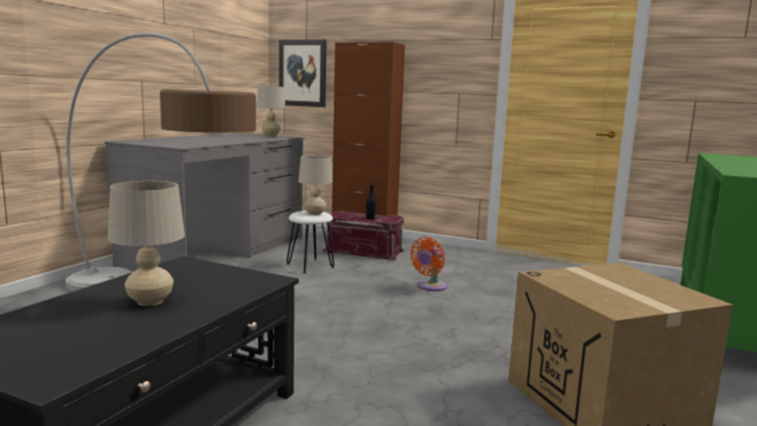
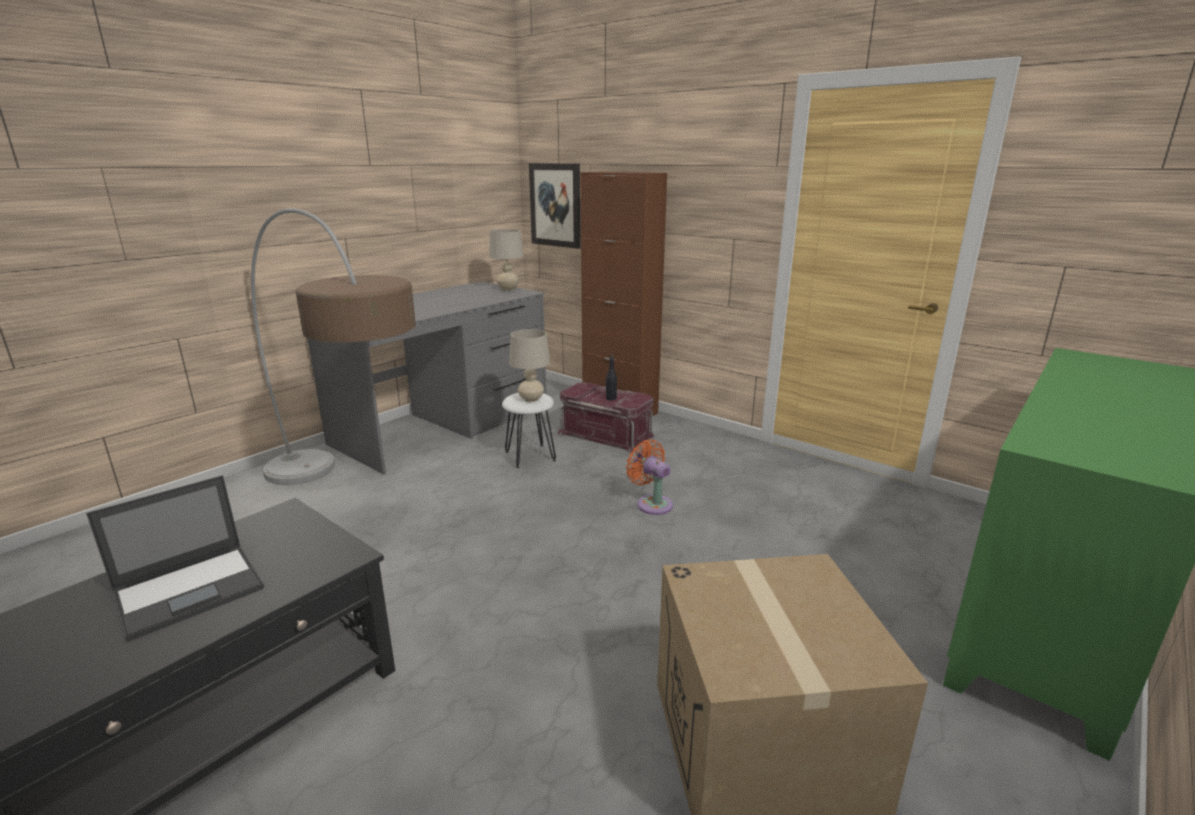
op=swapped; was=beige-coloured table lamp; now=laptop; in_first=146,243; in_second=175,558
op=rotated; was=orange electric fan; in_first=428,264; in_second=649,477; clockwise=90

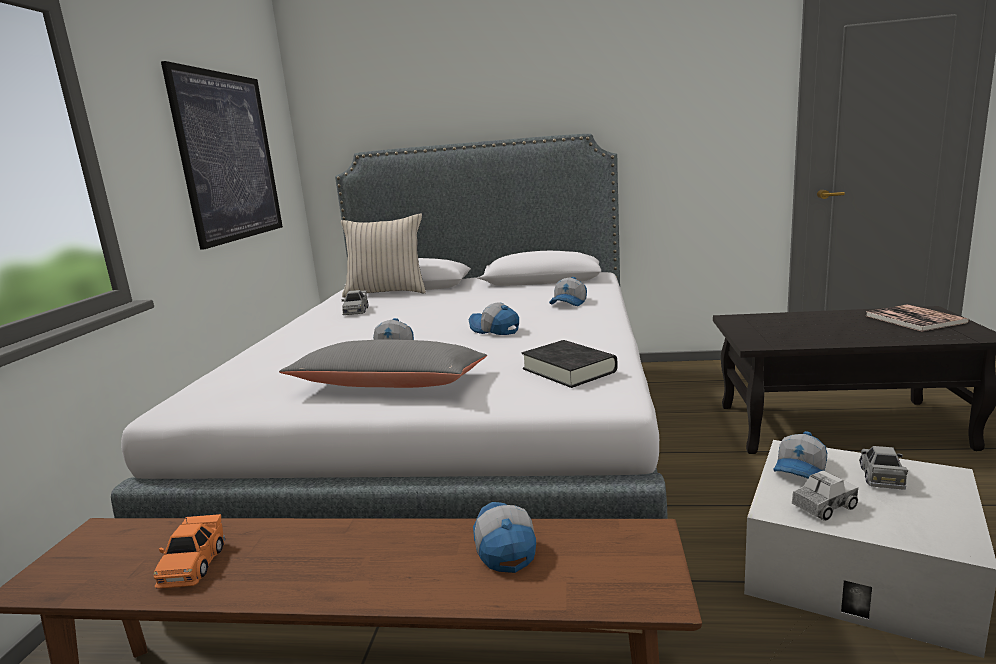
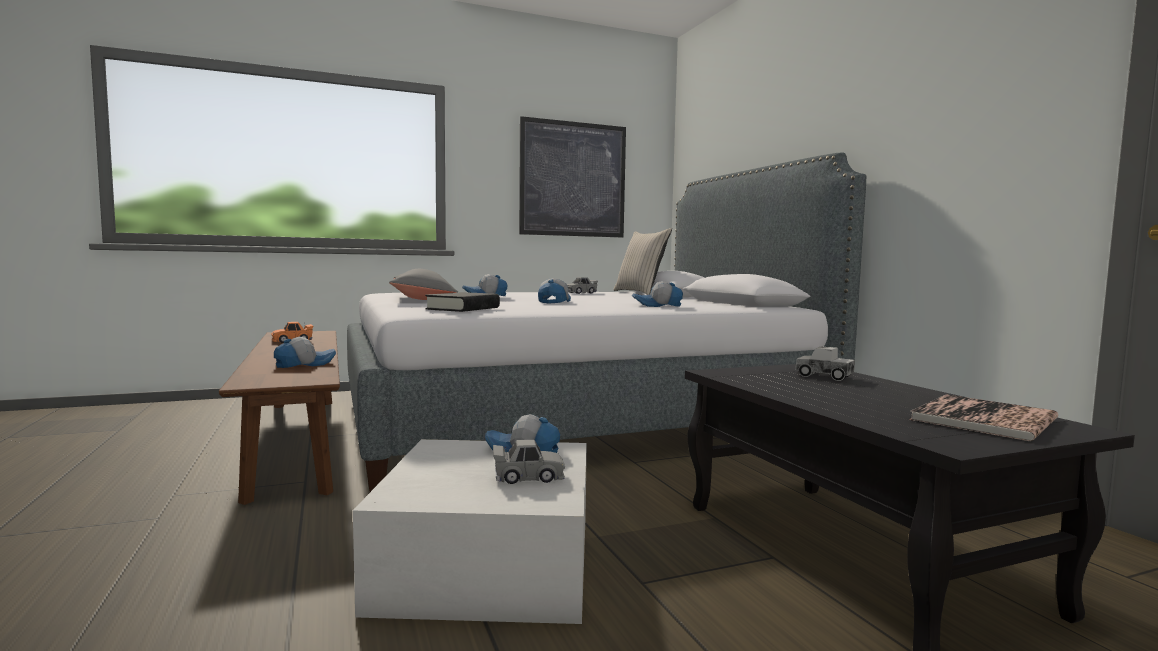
op=shifted; was=model truck; in_first=825,495; in_second=825,363

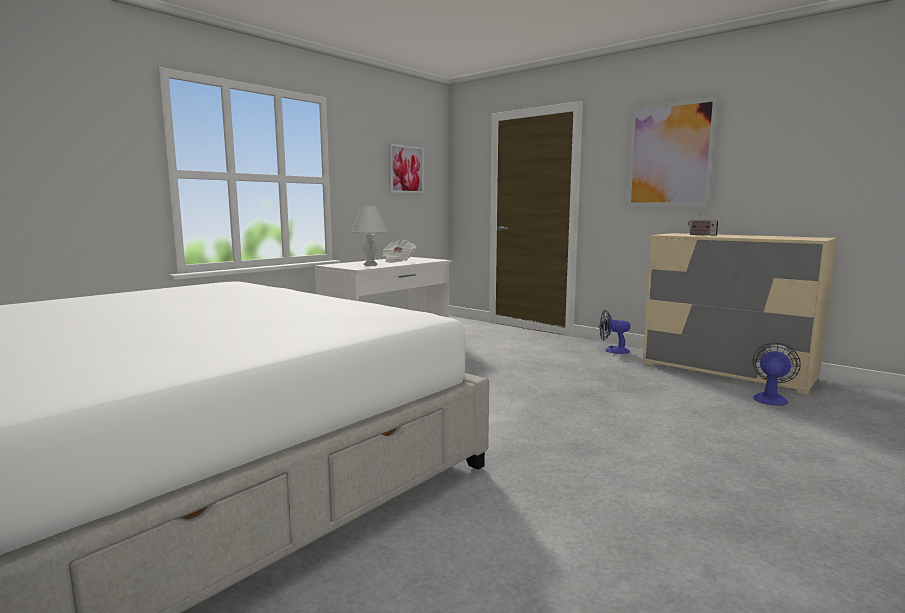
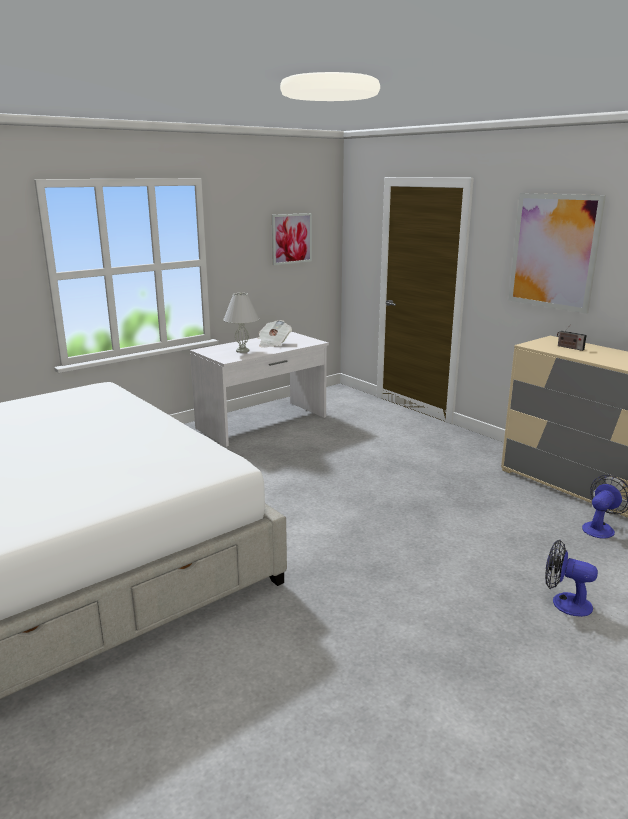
op=shifted; was=electric fan; in_first=614,332; in_second=571,578

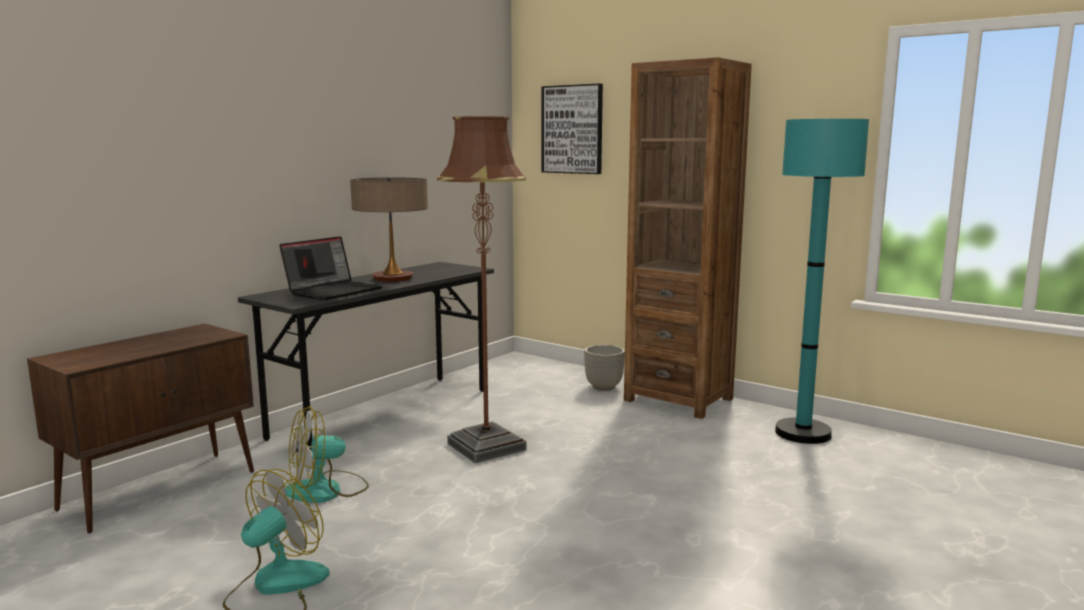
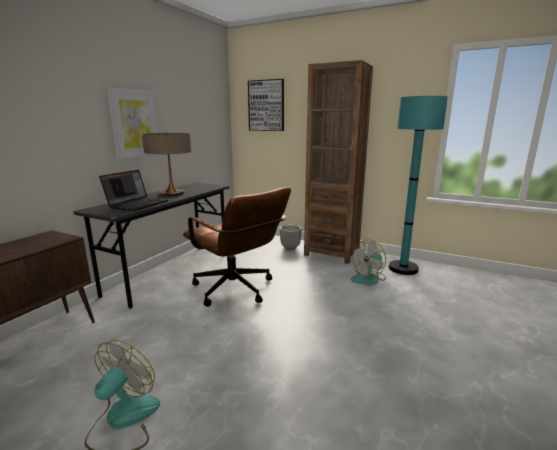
op=new; now=wall art; in_second=133,123
op=shifted; was=electric fan; in_first=327,454; in_second=368,262
op=swapped; was=brownish standard lamp; now=brownish computer chair; in_first=482,289; in_second=237,247

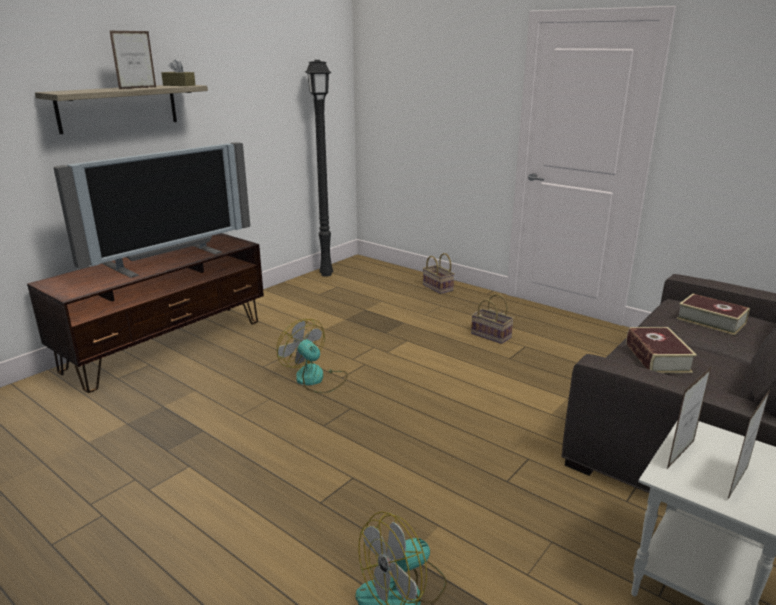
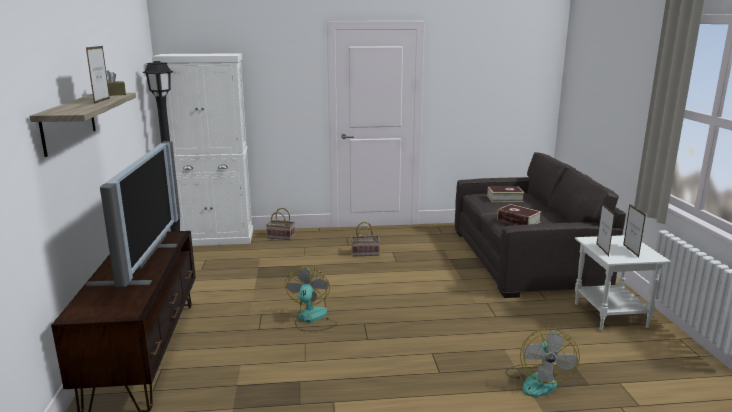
op=new; now=white cabinet; in_second=202,149
op=rotated; was=electric fan; in_first=312,356; in_second=311,299; clockwise=90

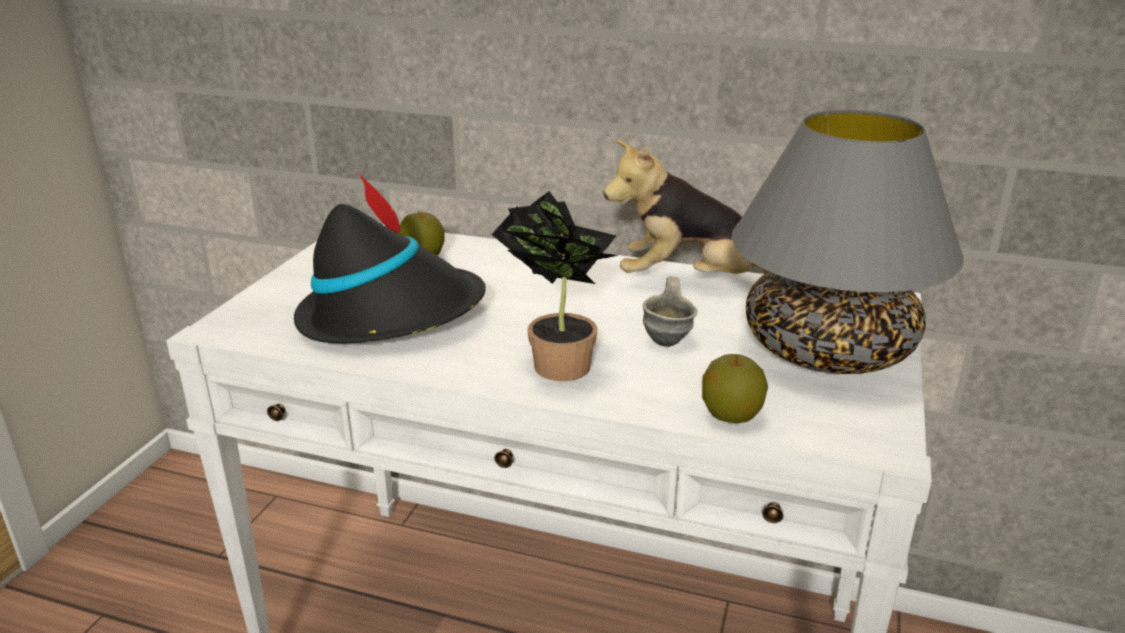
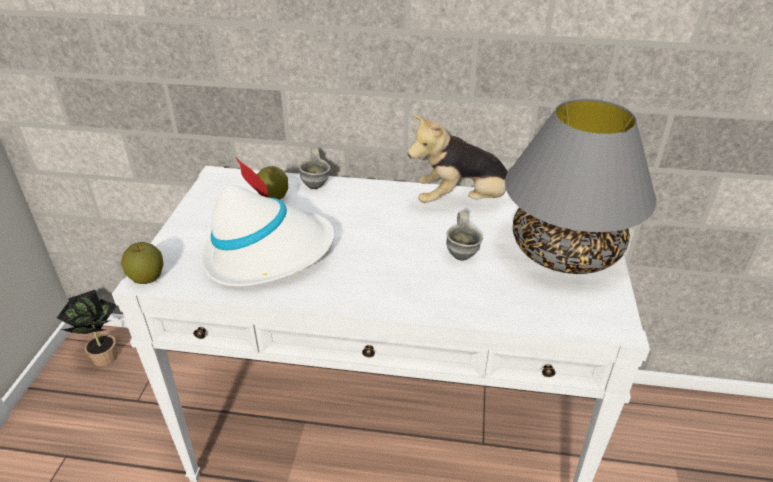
op=new; now=greyish tea mug; in_second=314,168
op=shifted; was=houseplant; in_first=554,286; in_second=87,328
op=shifted; was=apple fruit; in_first=735,388; in_second=142,263
op=repainted; was=black-coloured clothing hat; now=white clothing hat; in_first=390,258; in_second=267,221

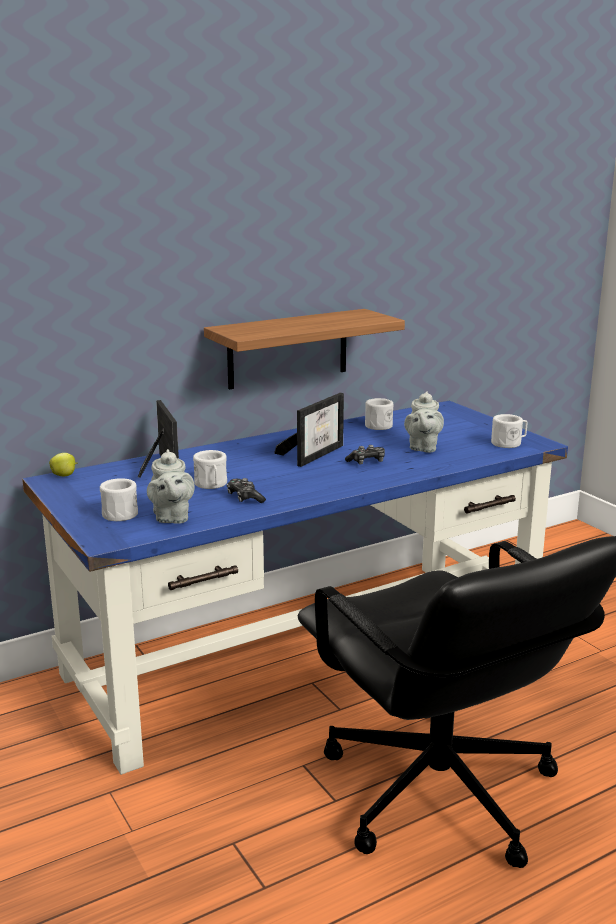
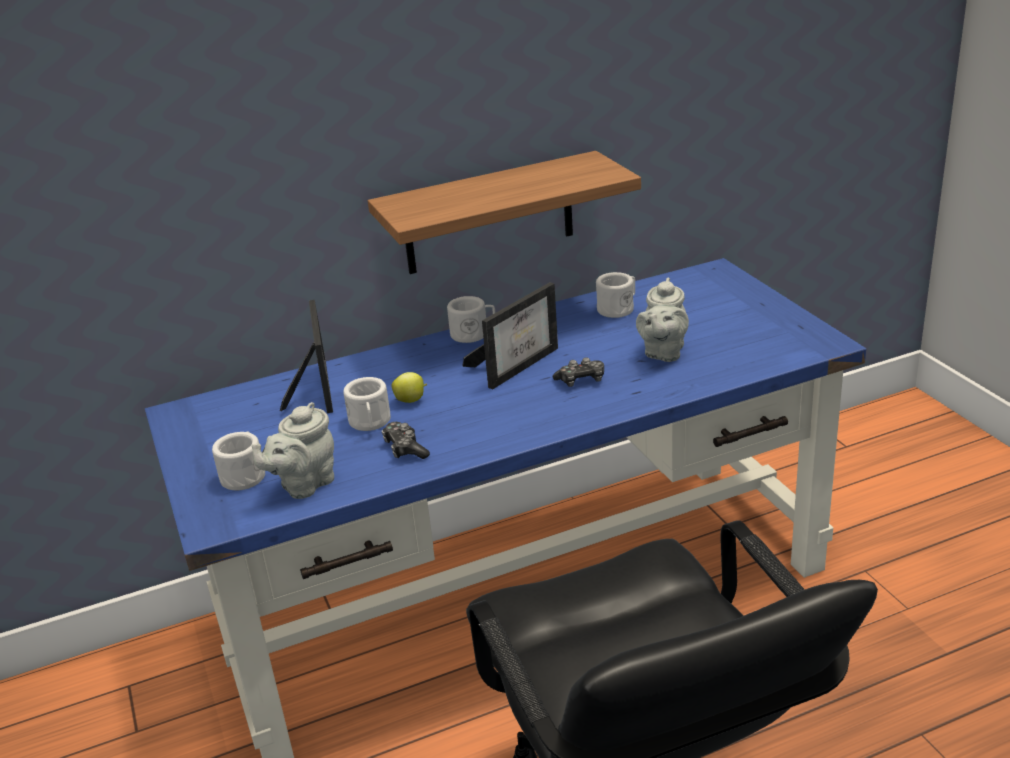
op=shifted; was=apple fruit; in_first=63,465; in_second=409,387
op=shifted; was=white tea mug; in_first=509,431; in_second=471,319
op=rotated; was=greyish teapot; in_first=171,486; in_second=293,450; clockwise=45

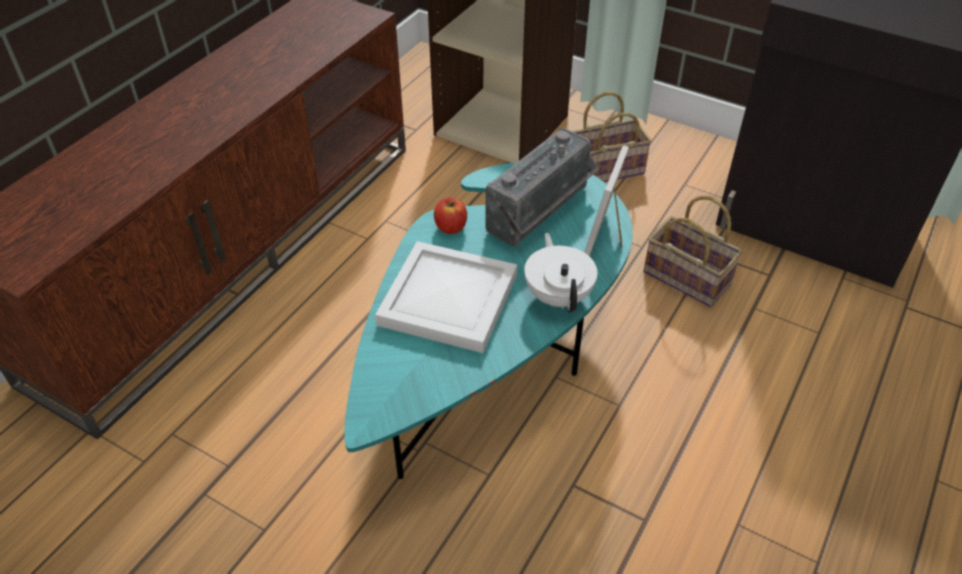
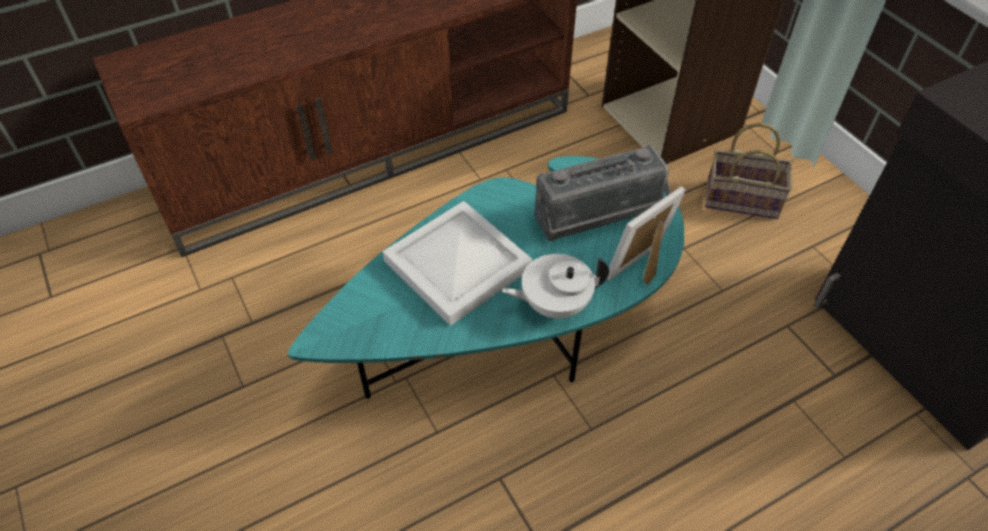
op=gone; was=apple fruit; in_first=450,215
op=gone; was=basket; in_first=693,251
op=rotated; was=white teapot; in_first=560,273; in_second=555,286; clockwise=-120

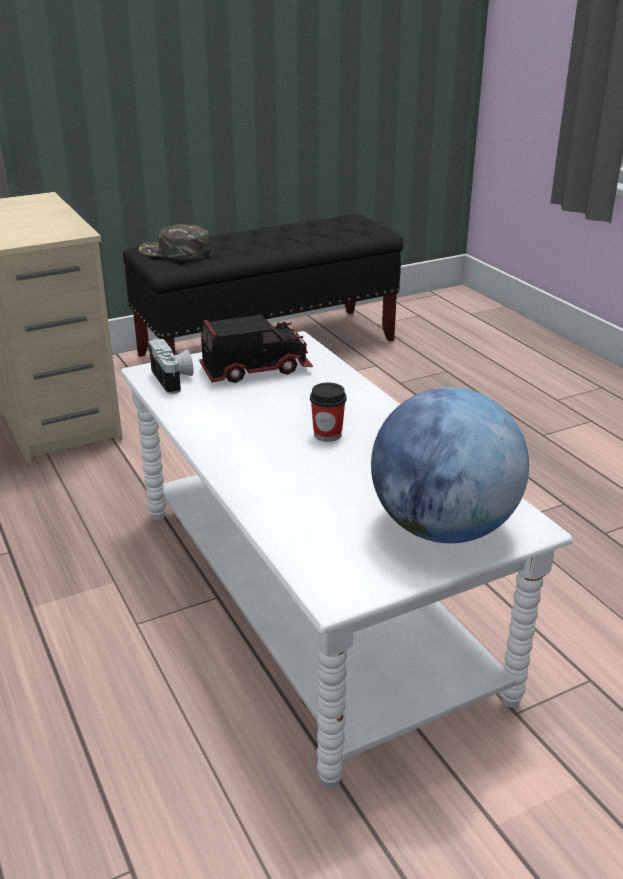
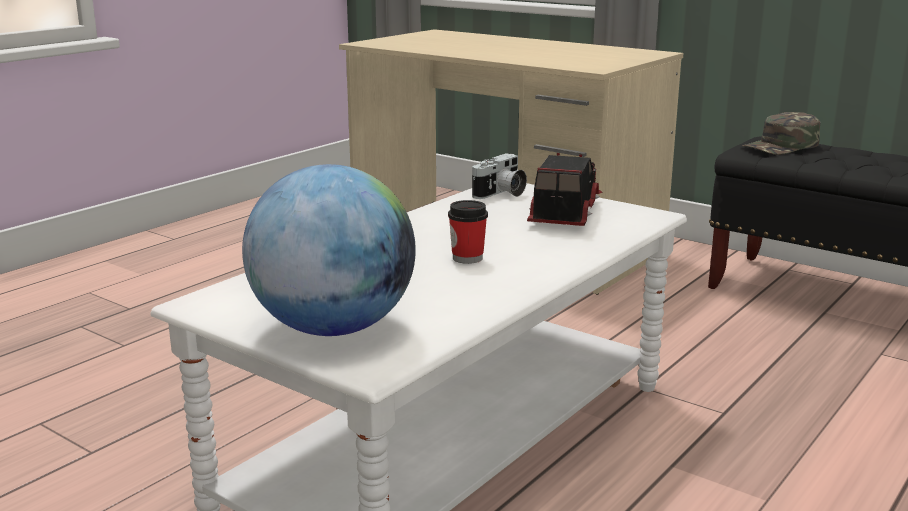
op=rotated; was=green-coloured cap; in_first=175,242; in_second=781,133; clockwise=-120
op=rotated; was=model truck; in_first=256,349; in_second=565,189; clockwise=-120

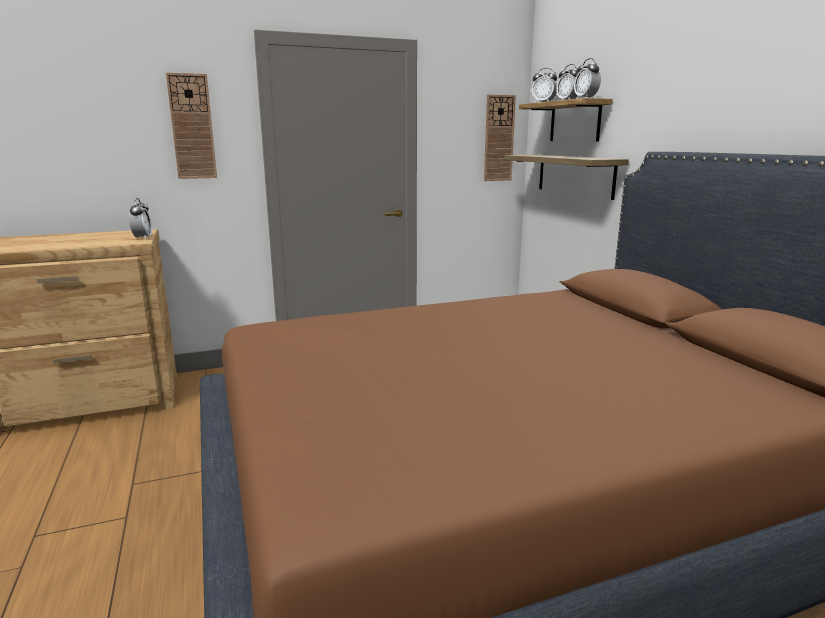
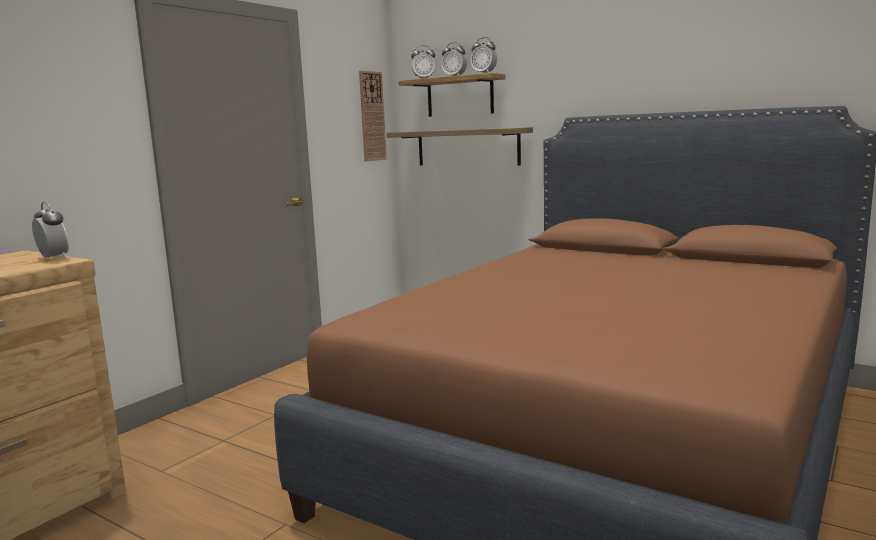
op=gone; was=hanging clock; in_first=191,125

